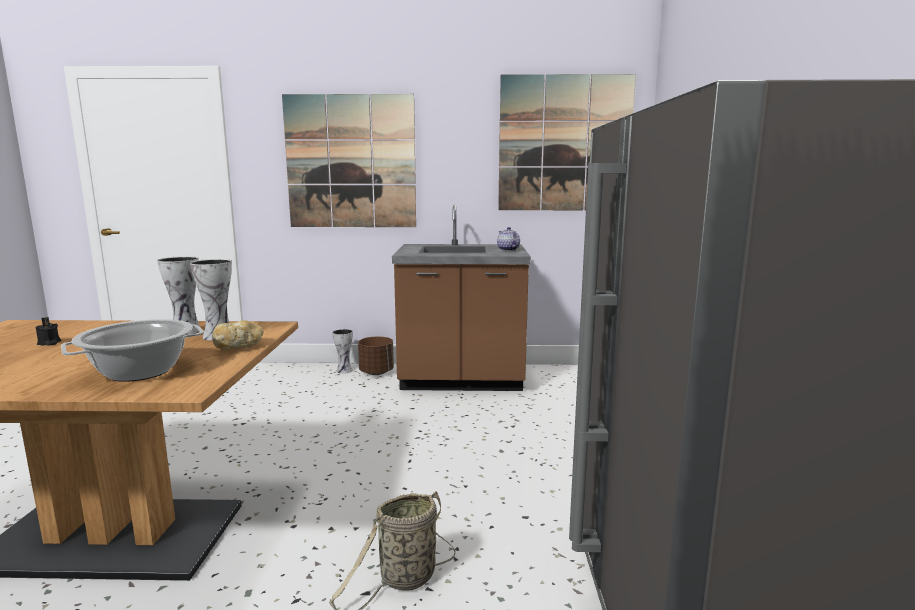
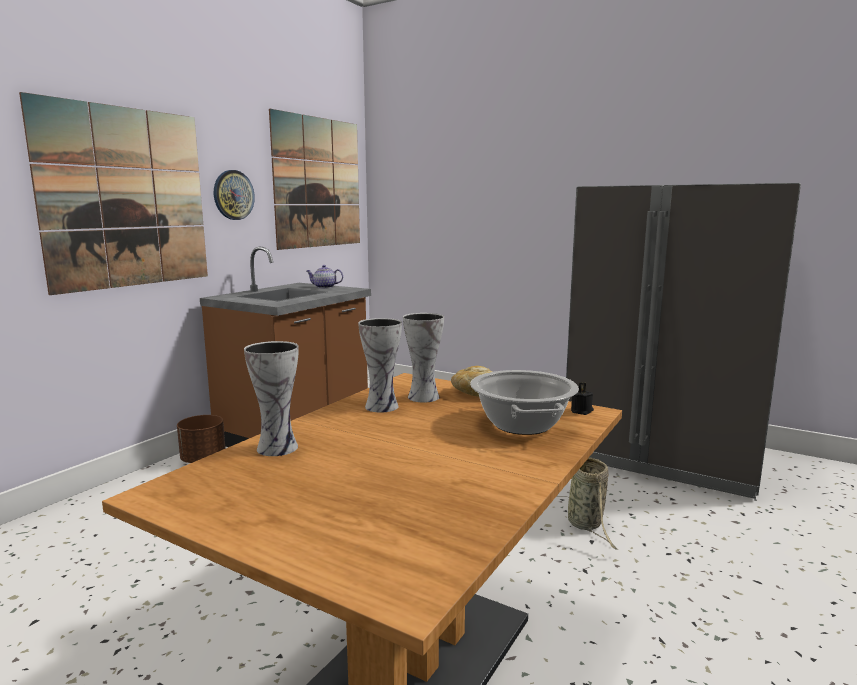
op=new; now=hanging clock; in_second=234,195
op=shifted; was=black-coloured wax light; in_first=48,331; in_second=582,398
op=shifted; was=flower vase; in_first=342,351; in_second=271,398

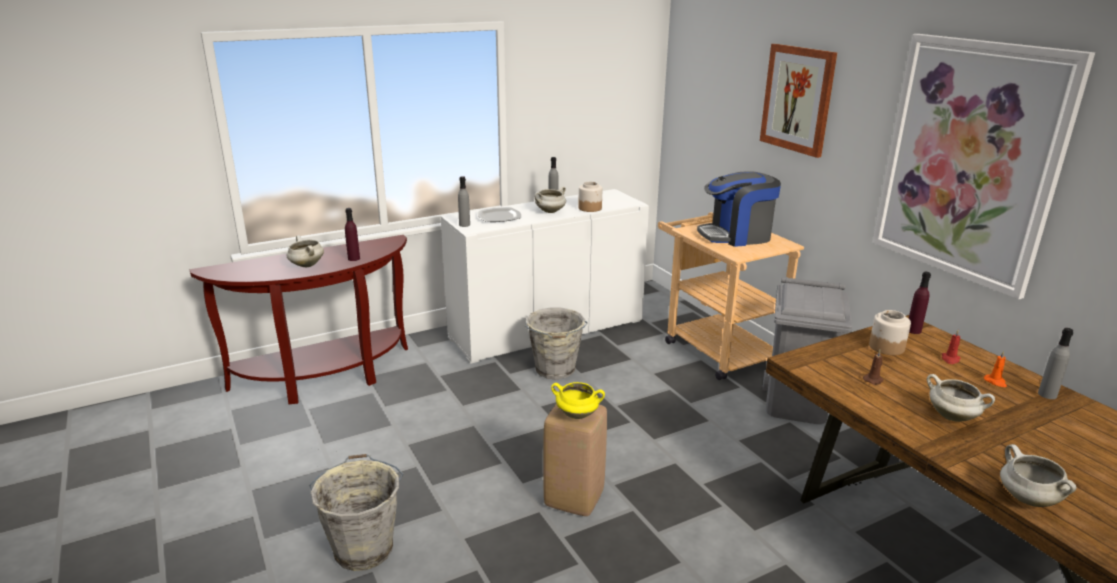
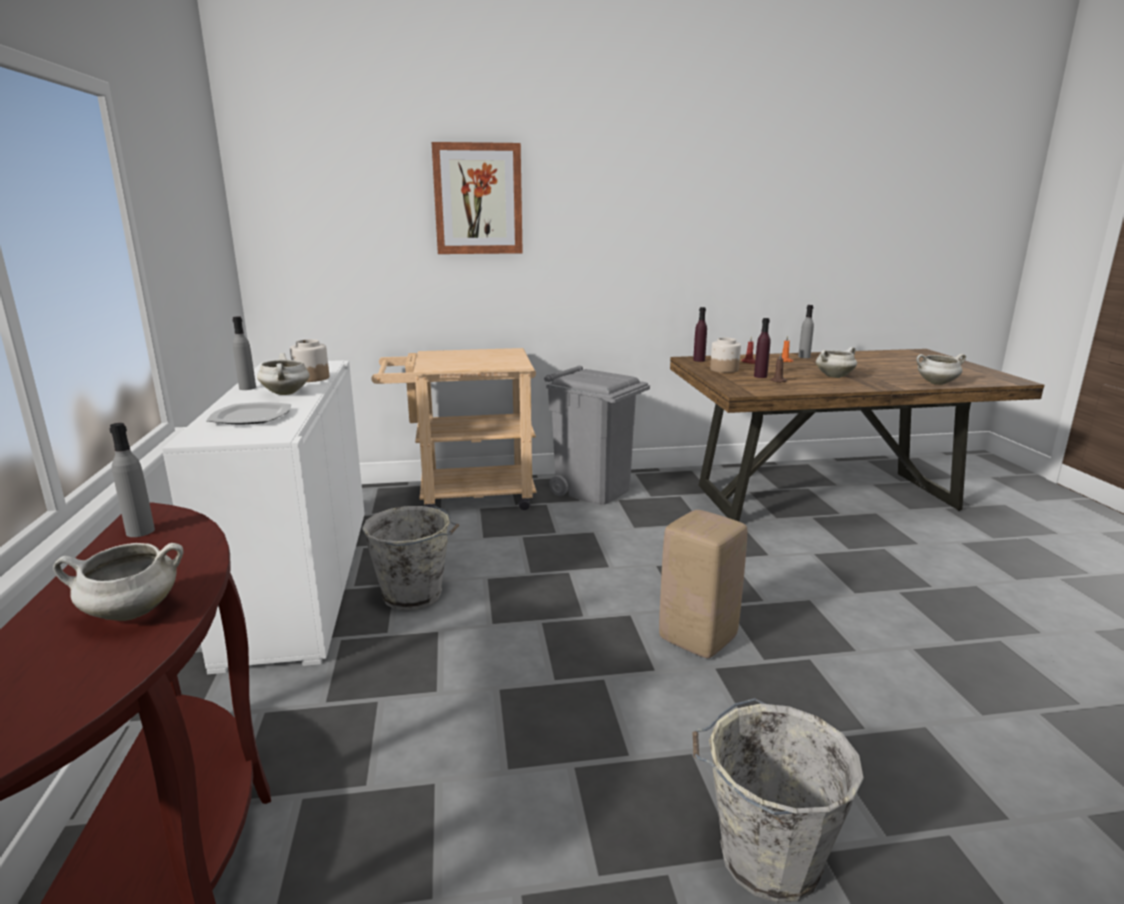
op=gone; was=yellow stockpot; in_first=578,400
op=gone; was=coffee brewer; in_first=739,209
op=gone; was=wall art; in_first=984,166
op=shifted; was=purple-coloured bottle; in_first=352,234; in_second=762,348
op=shifted; was=greyish bottle; in_first=464,201; in_second=132,480

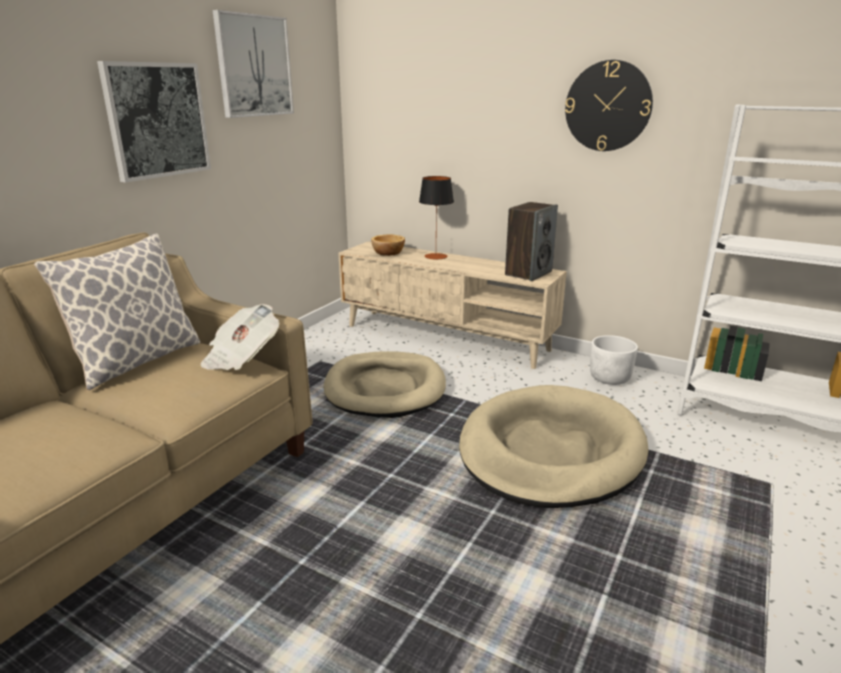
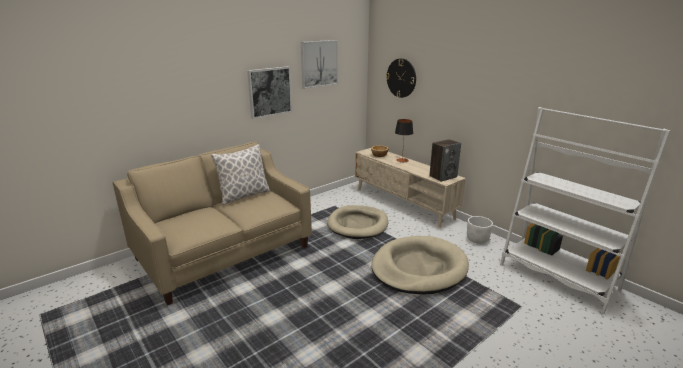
op=gone; was=daily paper; in_first=239,337
op=shifted; was=hanging clock; in_first=609,105; in_second=401,78

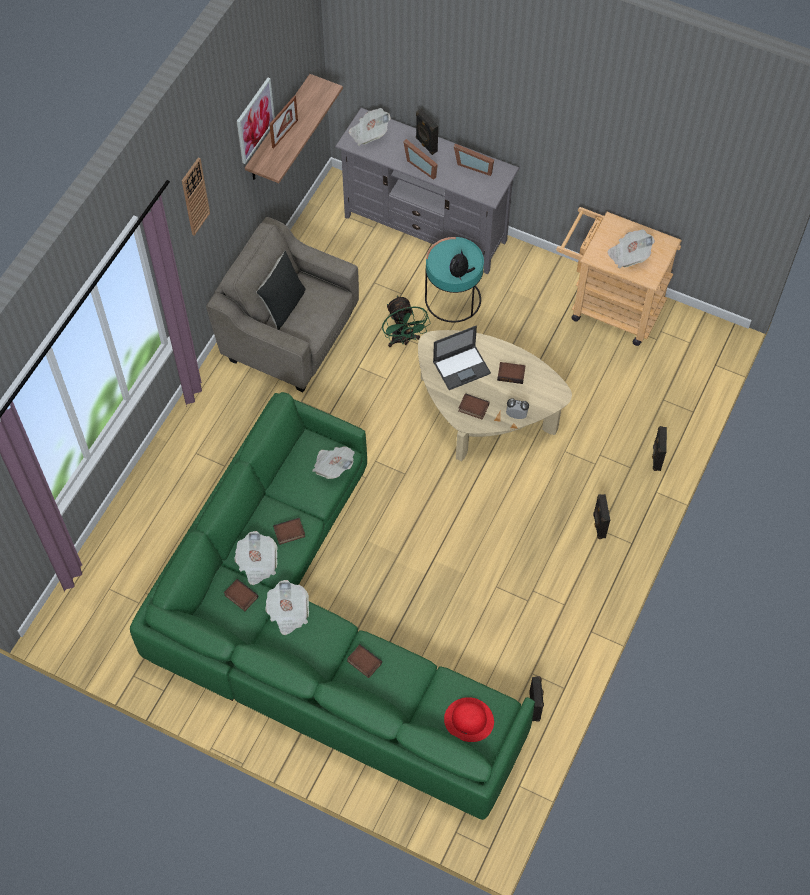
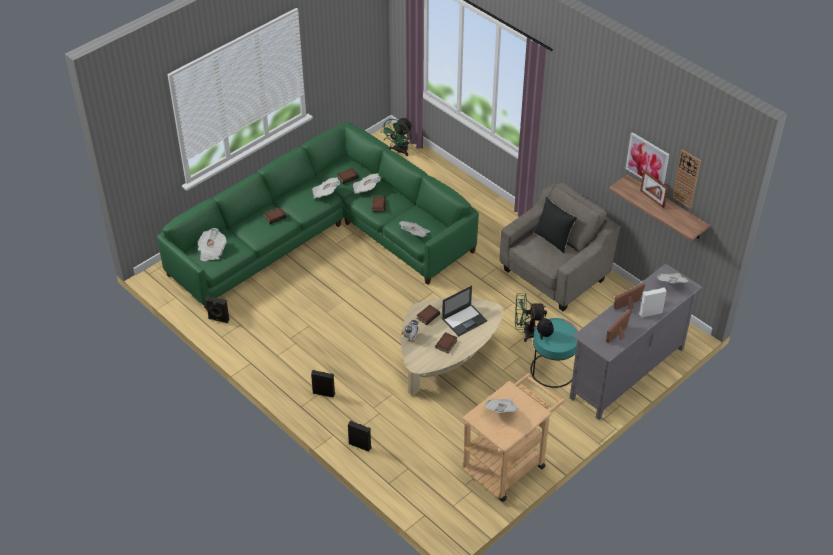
op=new; now=green-coloured electric fan; in_second=397,137
op=shifted; was=hanging clock; in_first=196,196; in_second=686,179
op=swapped; was=red clothing hat; now=daily paper; in_first=469,719; in_second=212,244
op=repainted; was=black-coloured speaker; now=white speaker; in_first=427,132; in_second=653,302
op=rotated; was=laptop; in_first=462,358; in_second=464,310; clockwise=-120

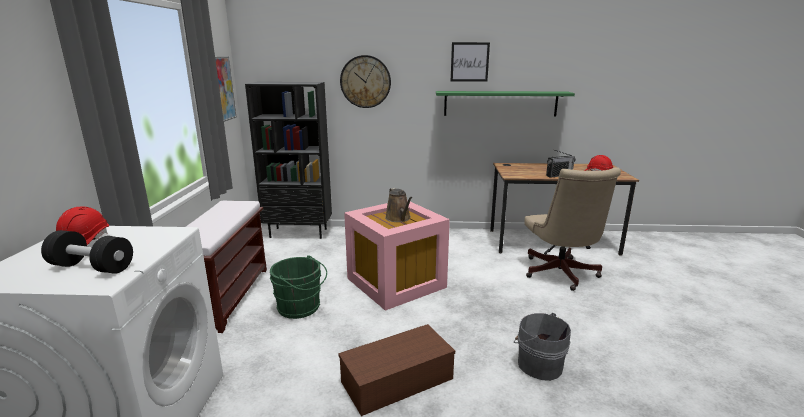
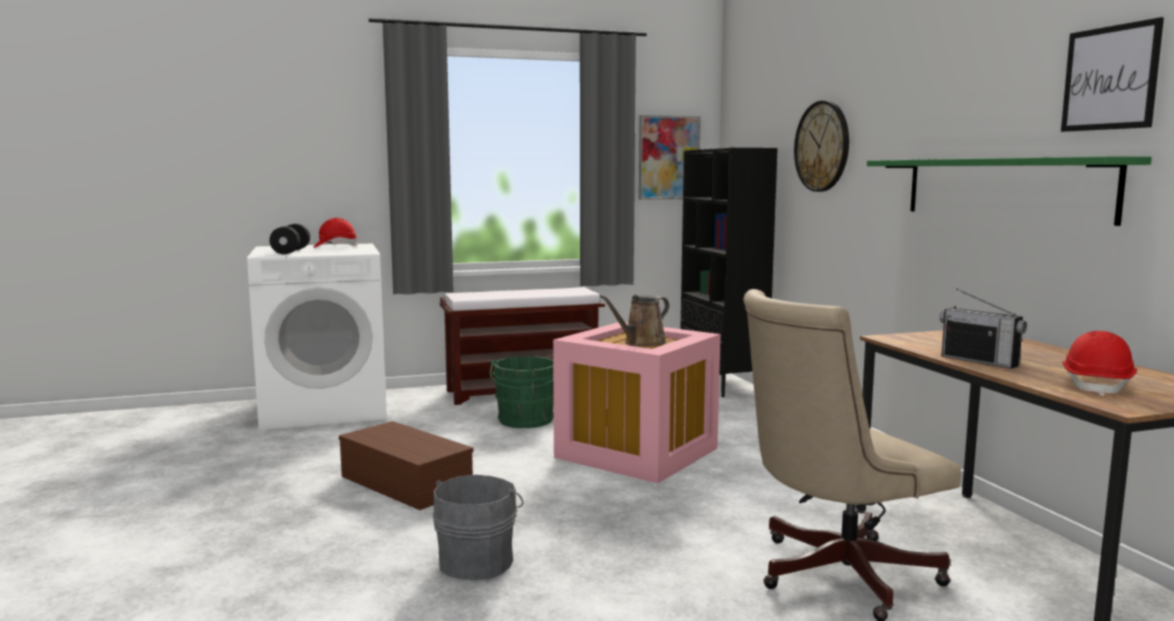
op=shifted; was=wall art; in_first=470,62; in_second=1112,74

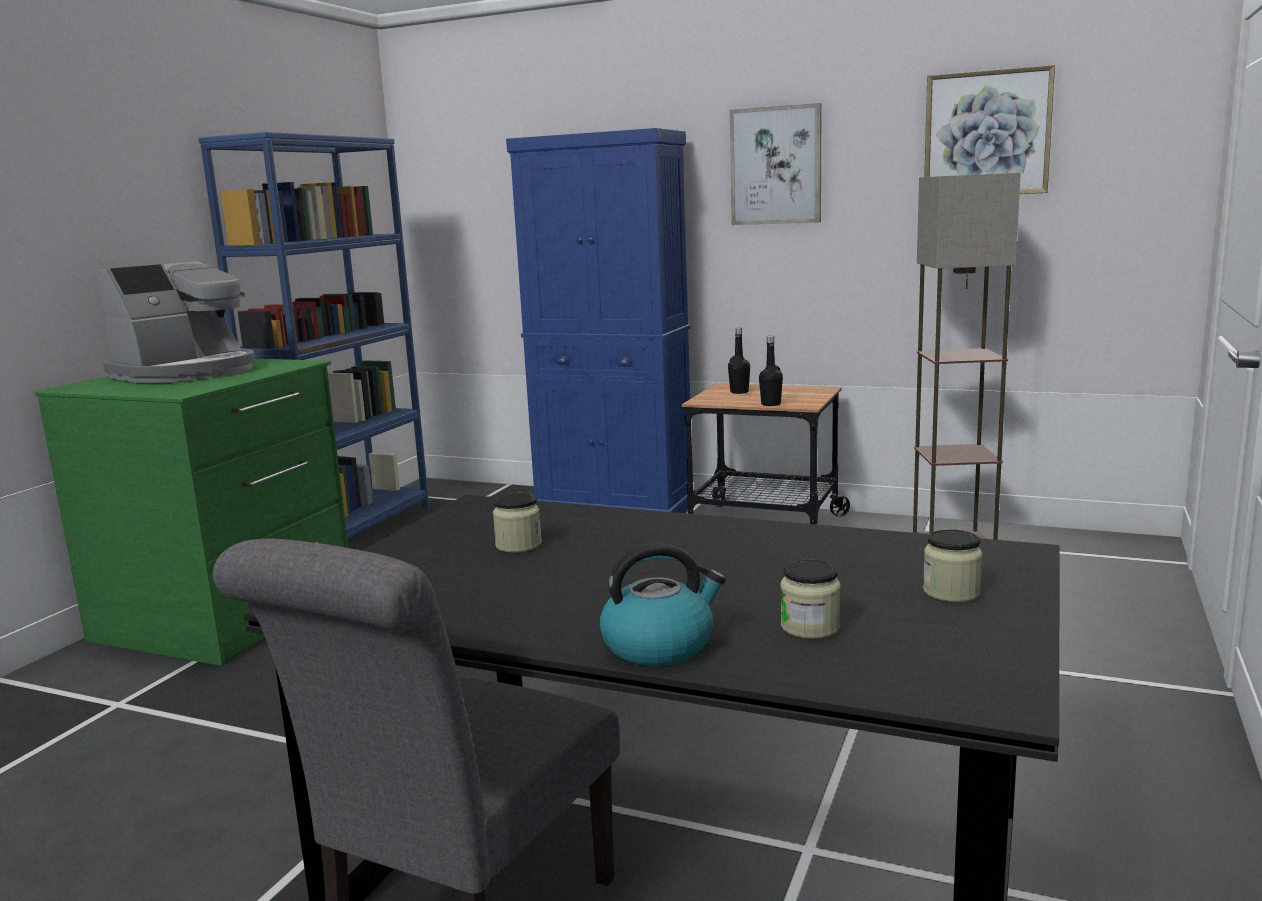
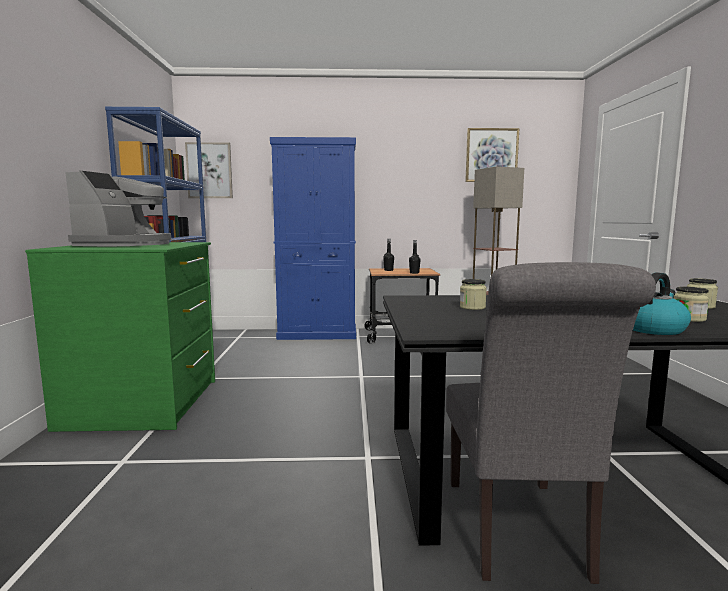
op=shifted; was=wall art; in_first=776,164; in_second=209,170

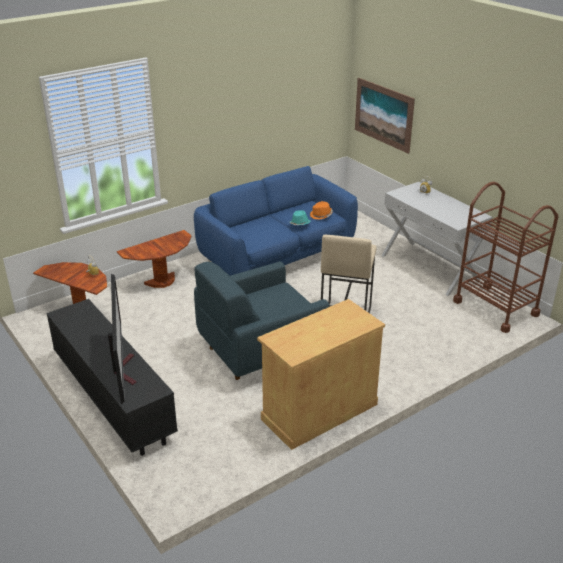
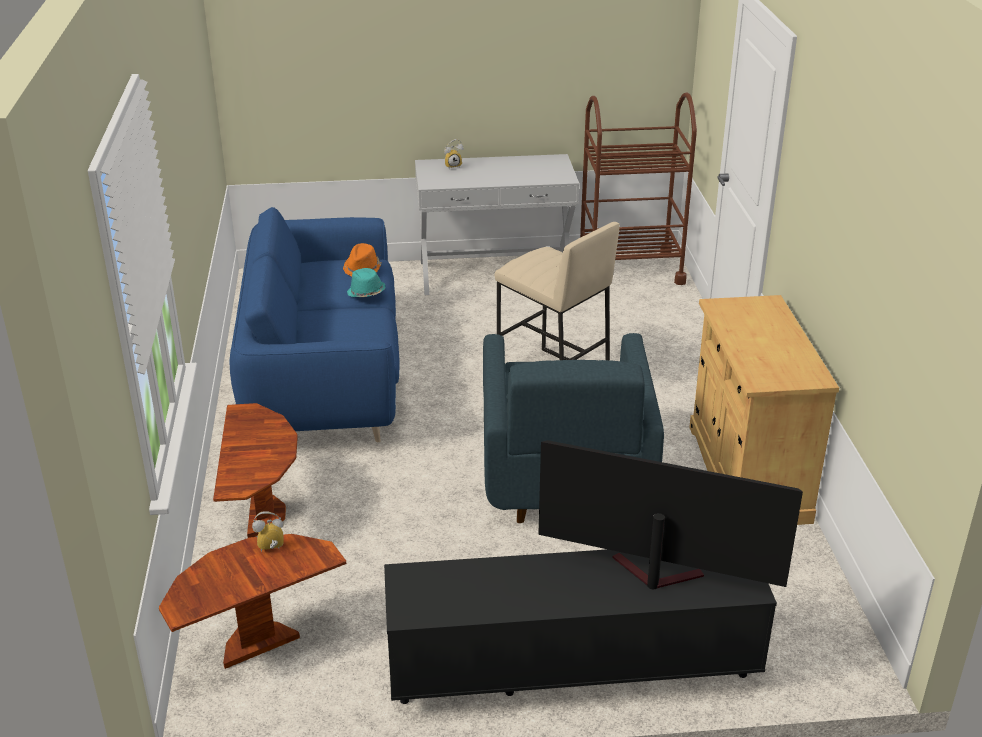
op=gone; was=wall art; in_first=385,116

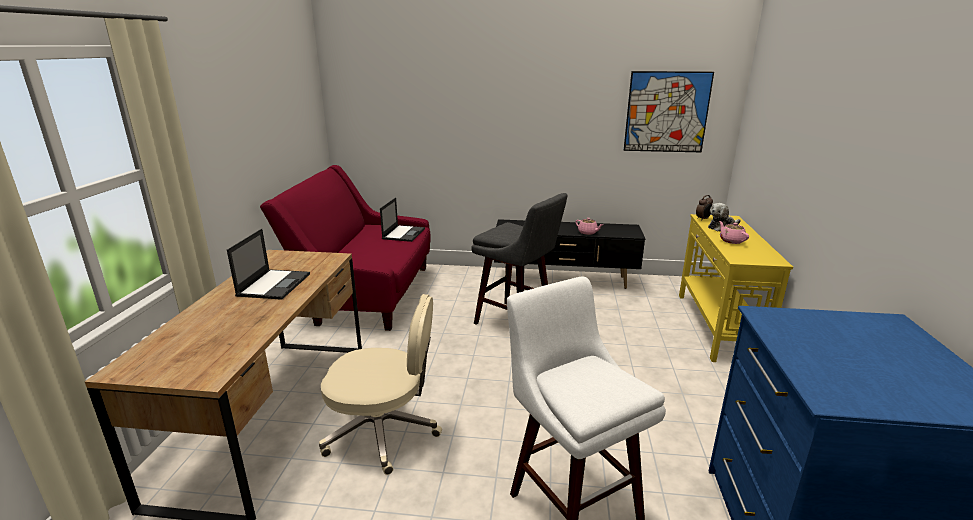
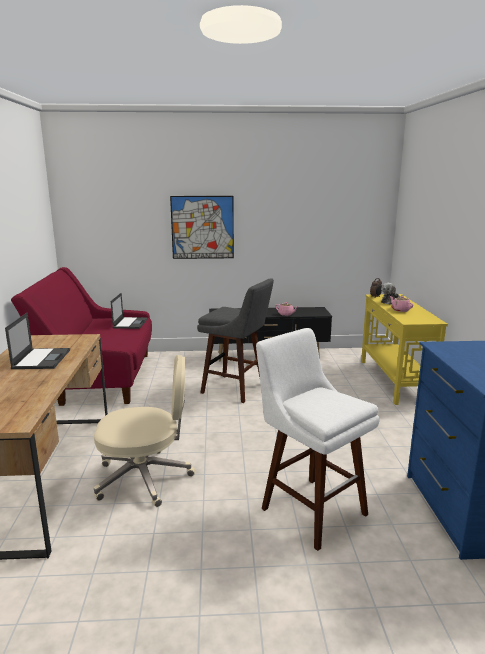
op=shifted; was=wall art; in_first=669,111; in_second=202,227

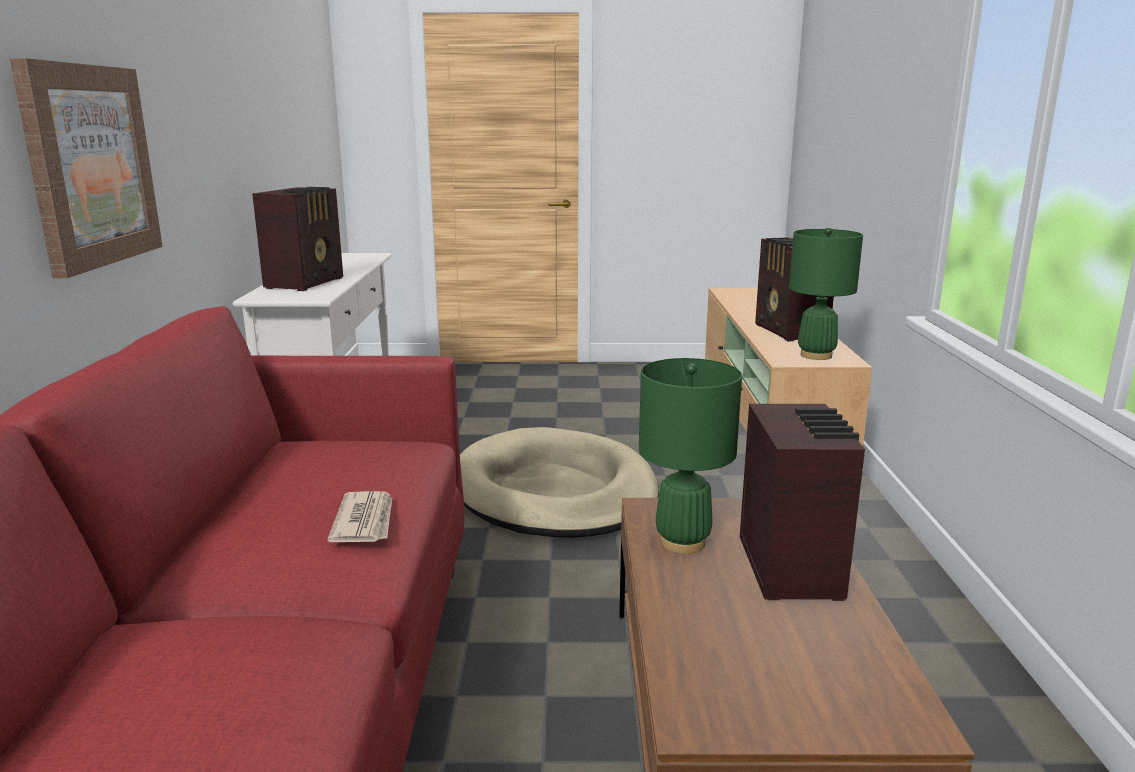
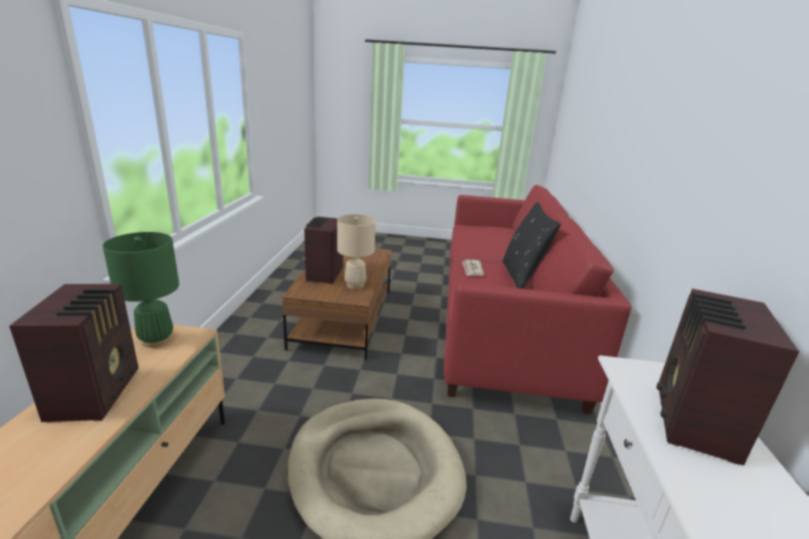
op=gone; was=wall art; in_first=86,168
op=new; now=black-coloured pillow; in_second=531,245
op=repainted; was=green-coloured table lamp; now=beige-coloured table lamp; in_first=690,456; in_second=356,251

